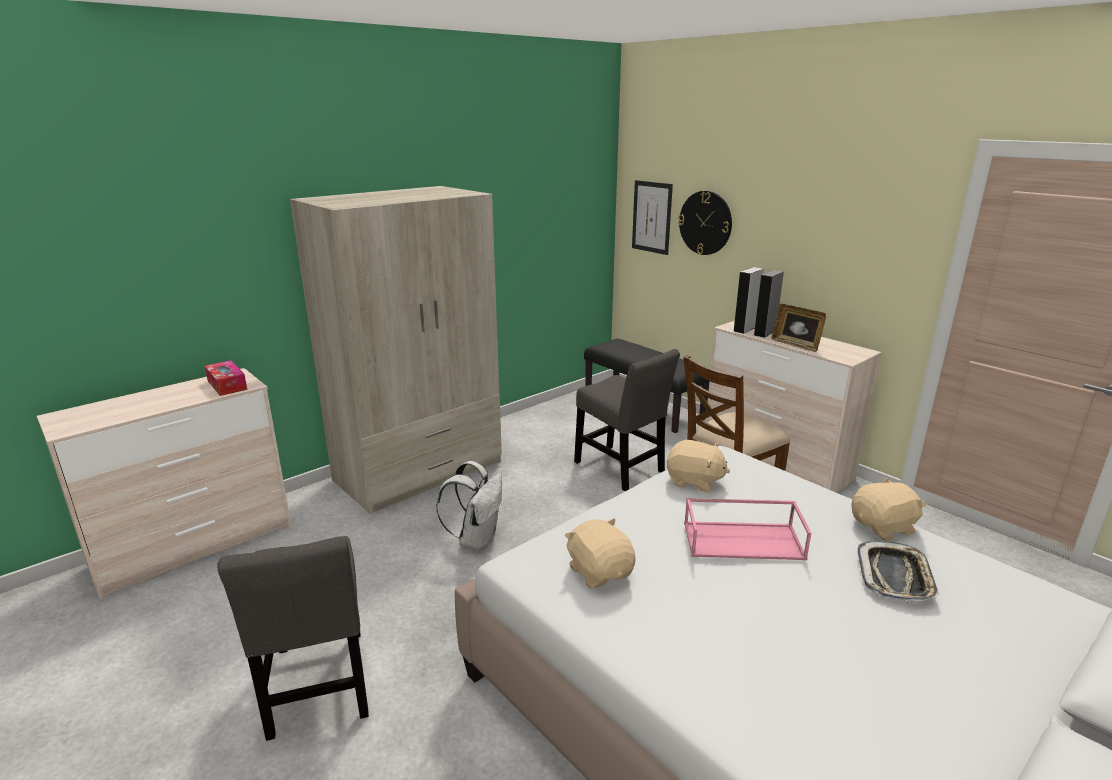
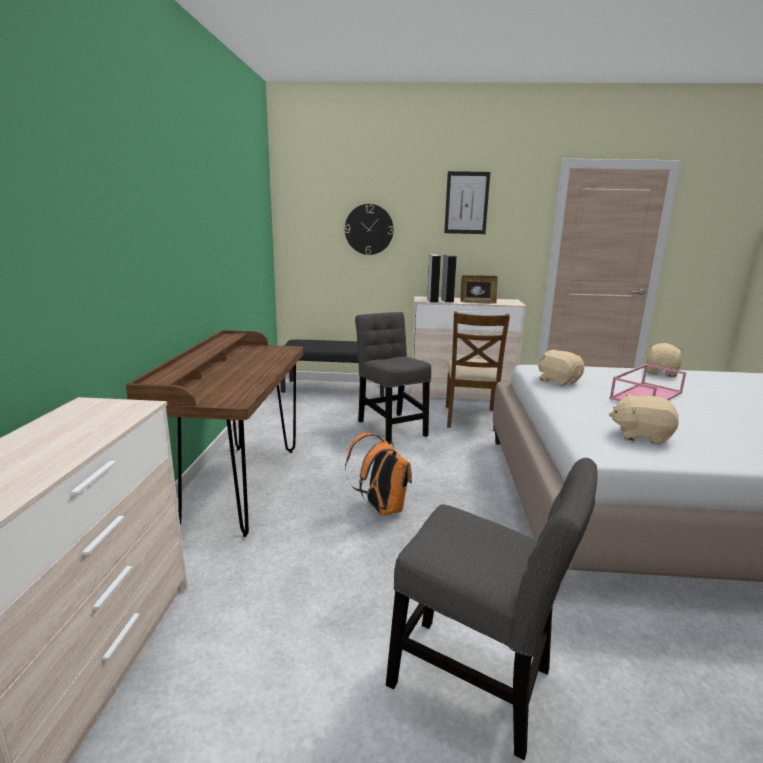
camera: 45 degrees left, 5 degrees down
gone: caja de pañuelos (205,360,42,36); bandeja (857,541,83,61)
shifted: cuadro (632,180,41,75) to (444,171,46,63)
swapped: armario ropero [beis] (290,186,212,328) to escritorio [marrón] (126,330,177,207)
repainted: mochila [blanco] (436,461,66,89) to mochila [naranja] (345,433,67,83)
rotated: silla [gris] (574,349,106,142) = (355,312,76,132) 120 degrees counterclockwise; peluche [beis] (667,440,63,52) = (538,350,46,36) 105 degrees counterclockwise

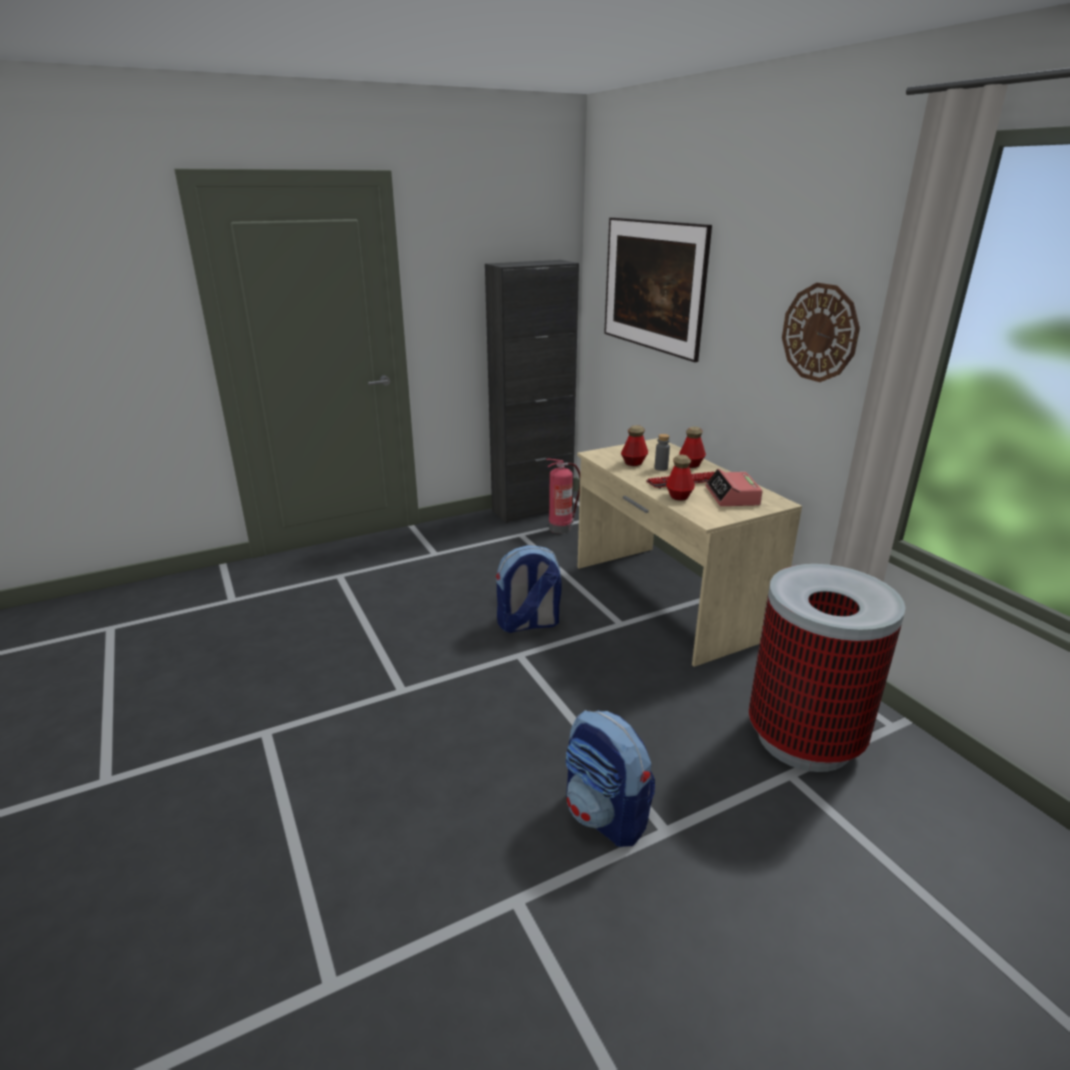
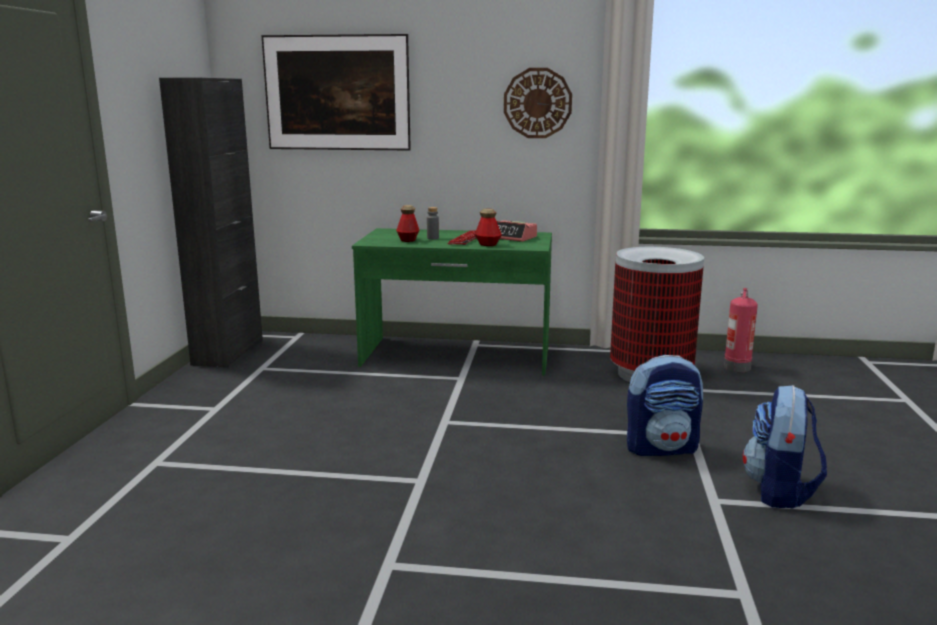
camera: 55 degrees left, 10 degrees down
gone: botella (679,427,27,41)
shifted: extintor (546,458,34,76) to (724,288,34,84); mochila (496,545,66,88) to (742,385,85,123)
repainted: escritorio [beis] (577,438,225,229) to escritorio [verde] (352,228,200,148)

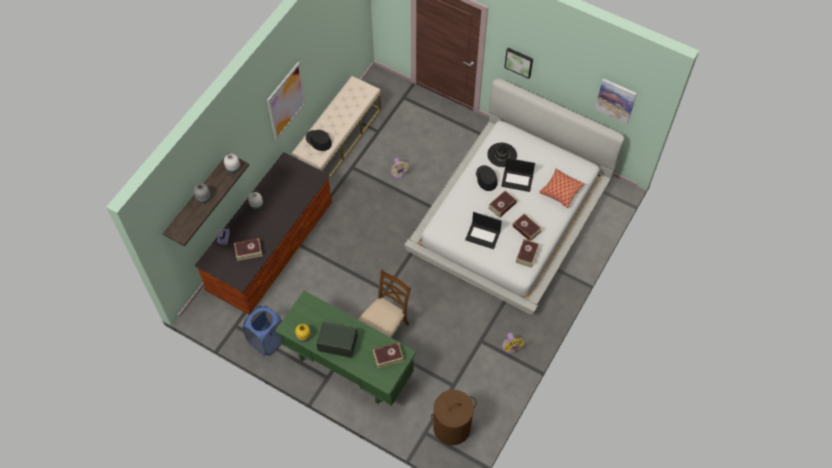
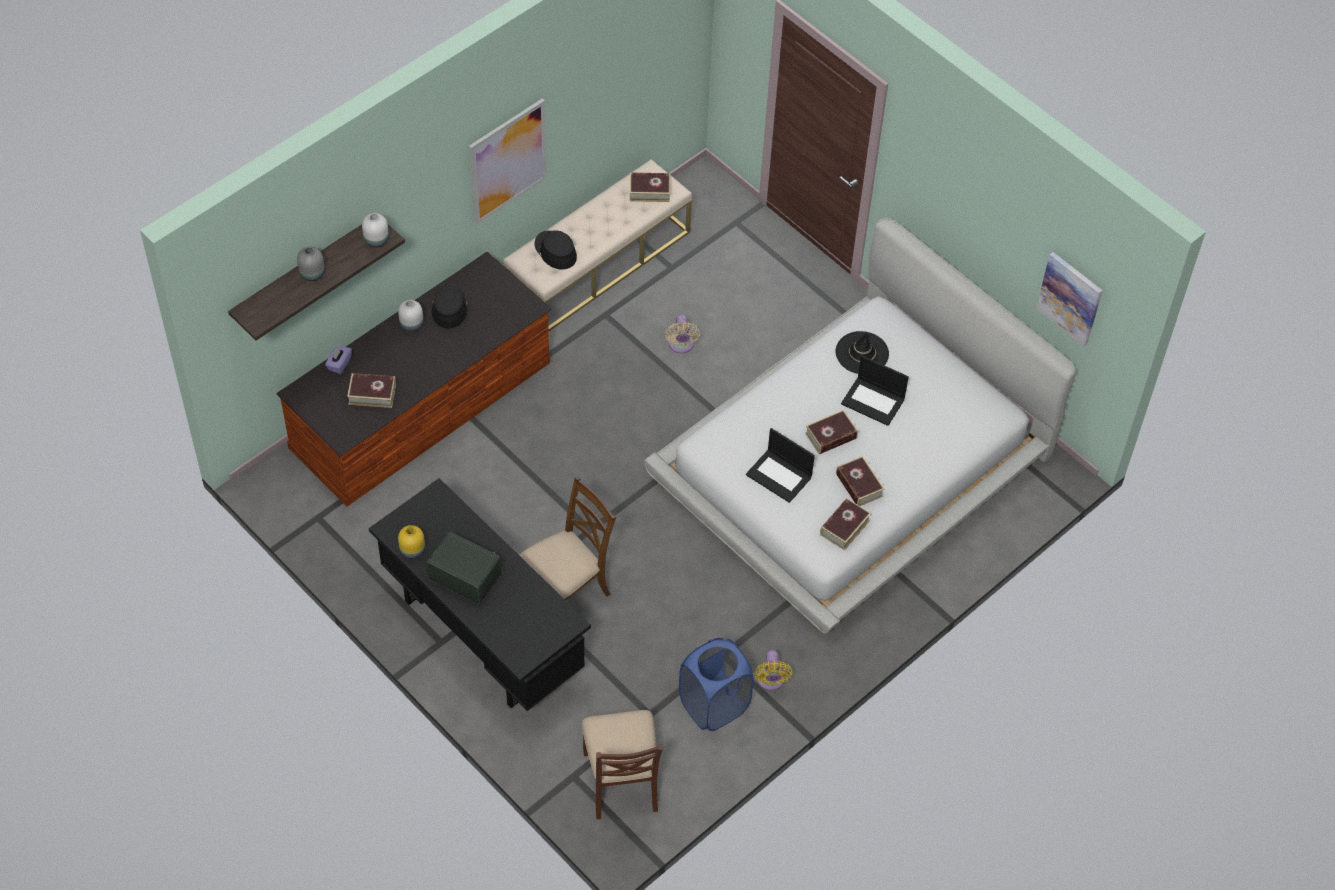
camera: 15 degrees right, 5 degrees down
gone: cuadro (504,48,29,31); cojín (539,168,46,40)
shifted: sombrero [negro] (476,165,22,26) to (431,284,36,44); cesto de la ropa [azul] (243,306,39,50) to (679,638,75,93); libro (373,342,31,26) to (629,172,41,30)
swapped: cesto de la ropa [marrón] (431,390,46,55) to silla [marrón] (582,710,81,109)
repainted: escritorio [verde] (275,291,141,115) to escritorio [negro] (369,478,222,233)

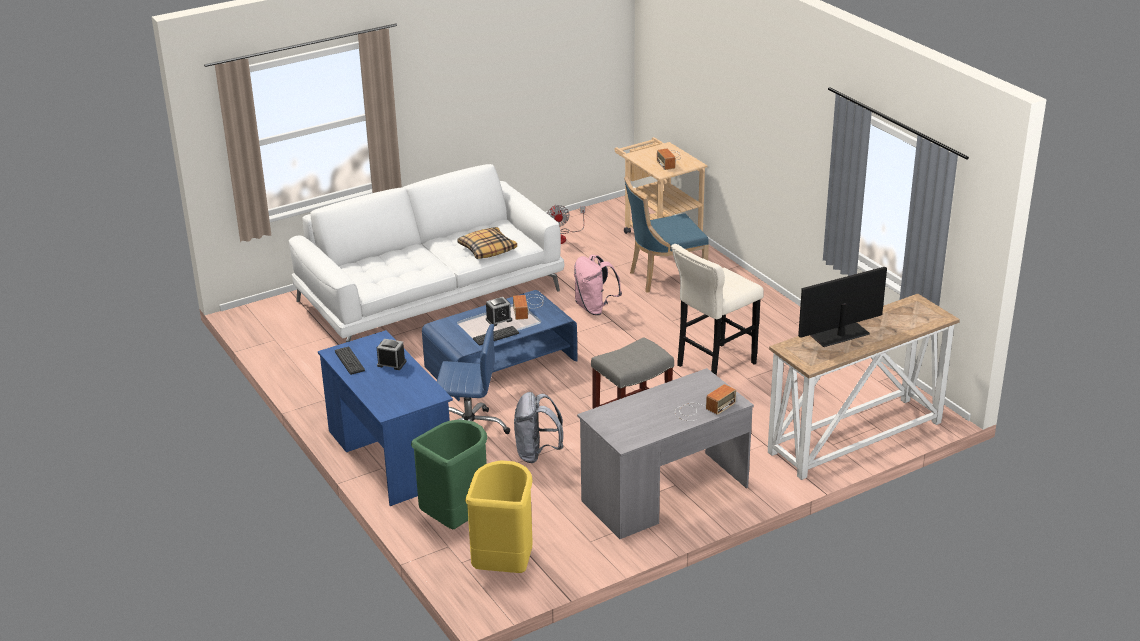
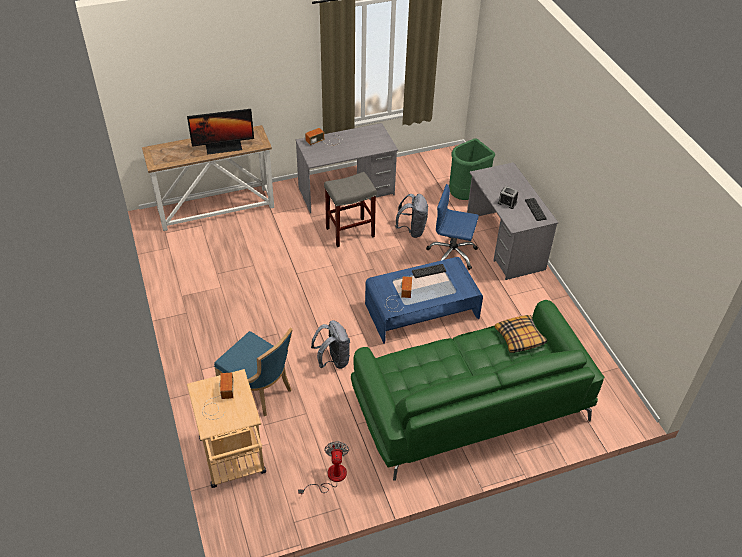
camera: 170 degrees left, 15 degrees up
gone: taburete [beis] (671,244,93,132); despertador (486,297,26,29); papelera [amarillo] (465,460,68,113)
shifted: cojín (457,227,60,32) to (494,315,53,38)
repainted: sofá [blanco] (289,164,275,178) to sofá [verde] (351,300,253,181); mochila [rosa] (574,255,48,60) to mochila [gris] (311,320,39,49); escritorio [azul] (318,330,135,176) to escritorio [gris] (467,162,92,118)
rotated: silla [azul] (624,177,85,116) = (214,327,79,89) 45 degrees clockwise

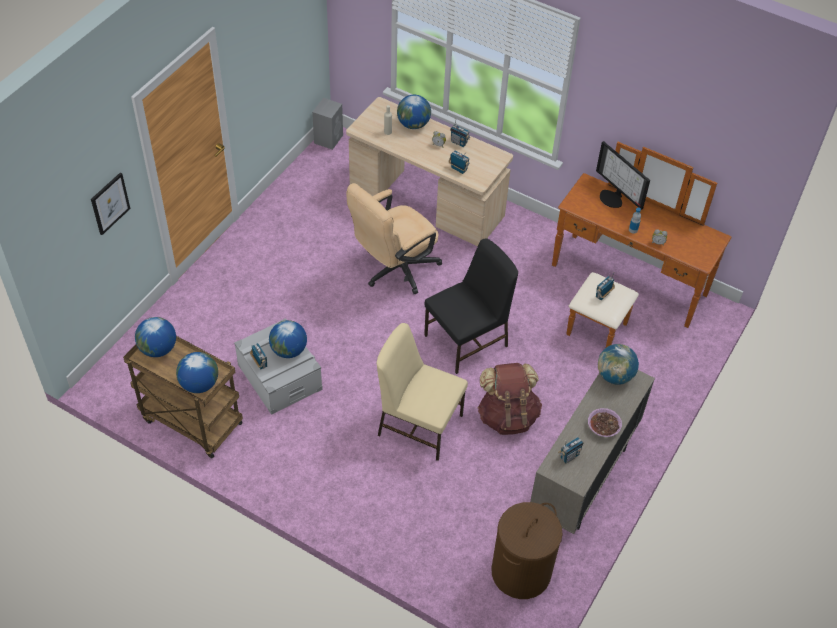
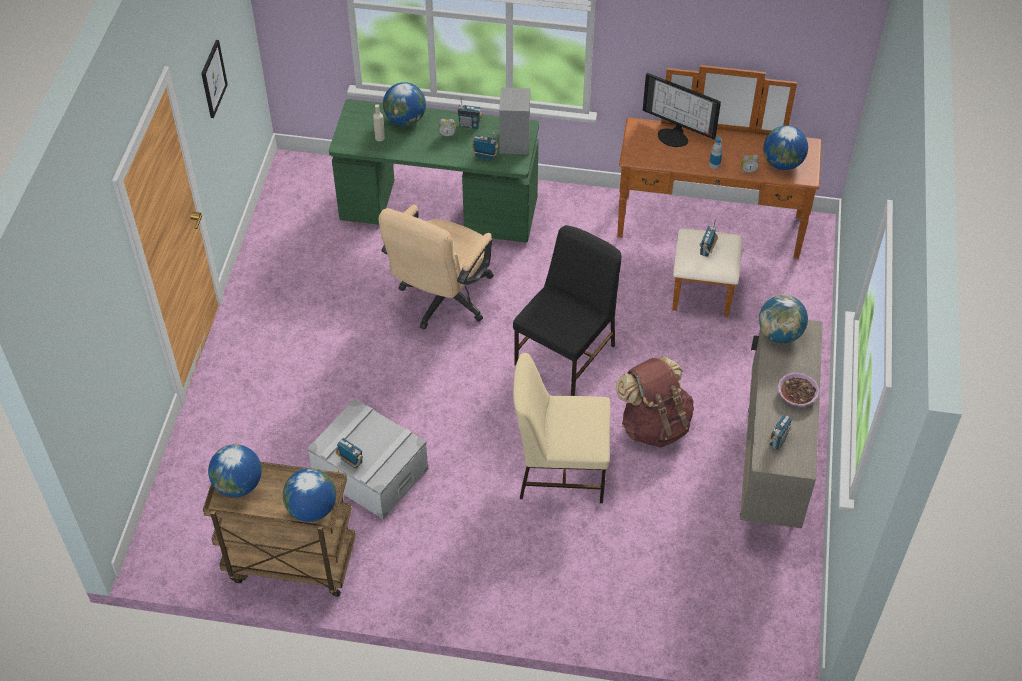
camera: 20 degrees left, 0 degrees up
gone: cesto de la ropa [marrón] (491,502,72,97)
shifted: altavoz [gris] (312,98,31,52) to (499,88,31,66); cuadro (91,173,39,62) to (201,40,27,78); globo terráqueo (269,320,38,38) to (763,126,45,44)
repainted: escritorio [beis] (346,97,167,149) to escritorio [verde] (329,99,210,143)

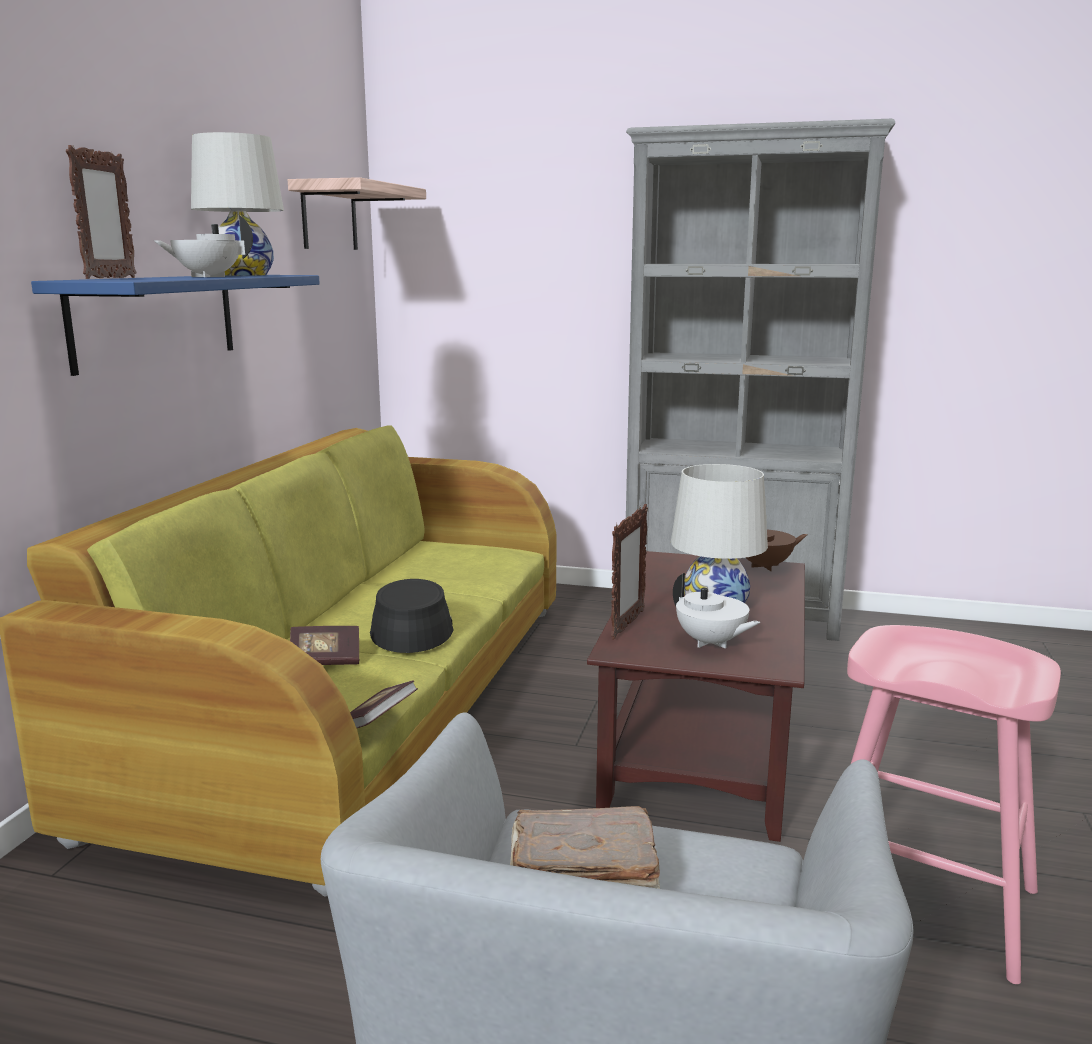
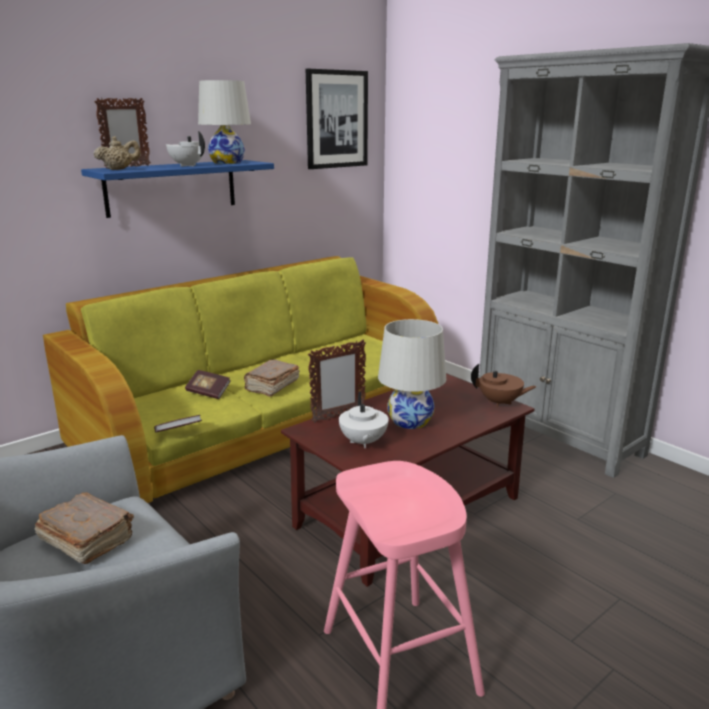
camera: 35 degrees right, 5 degrees up
new: tetera [beis] (93,136,48,34)
swapped: estante (288,177,138,73) to cuadro (306,69,62,100); sombrero [negro] (370,579,84,74) to libro [marrón] (244,360,56,37)

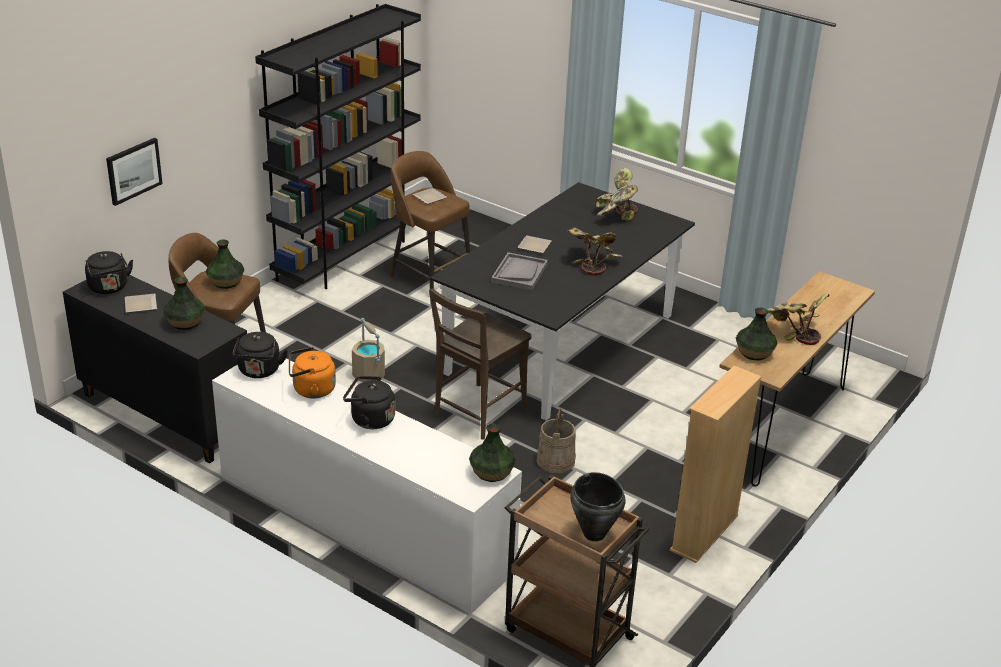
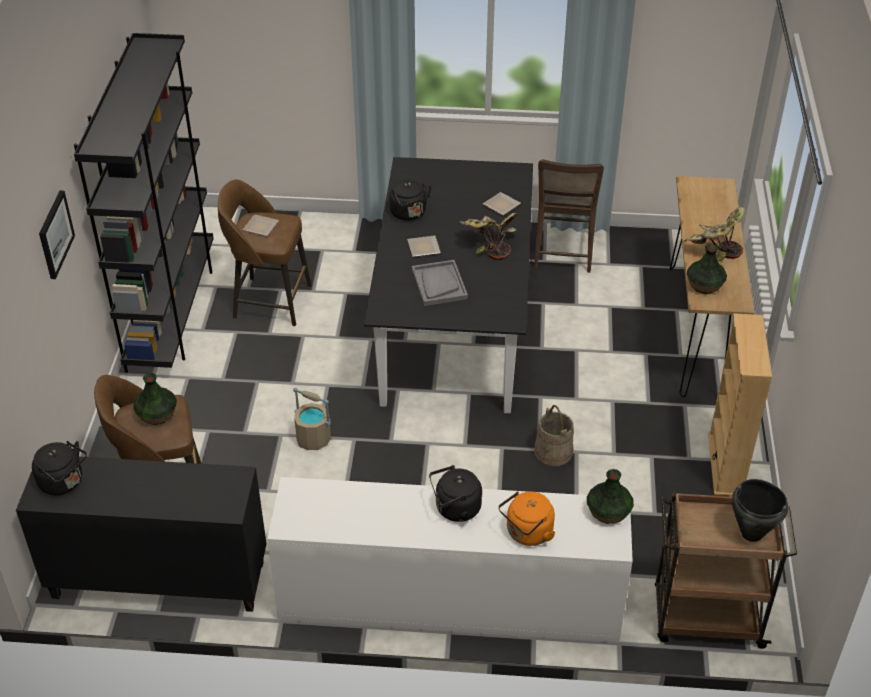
camera: 30 degrees left, 10 degrees up
gone: planta en maceta (595,168,43,53); florero (163,277,42,53)
shifted: cuadro (106,138,57,68) to (39,191,36,88); silla [marrón] (429,289,102,151) to (534,160,70,113); plato (125,294,32,19) to (483,192,38,23); hervidor [negro] (233,332,55,46) to (389,179,43,42); hervidor [naranja] (289,347,47,52) to (498,491,57,55)

